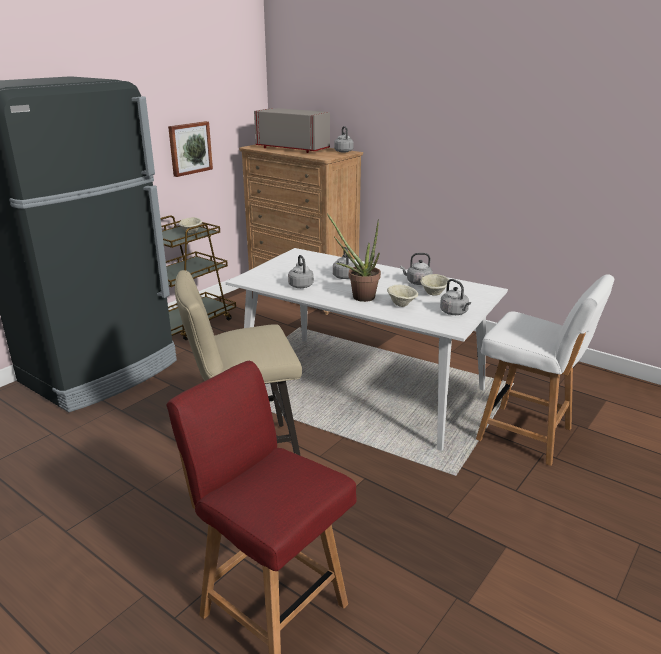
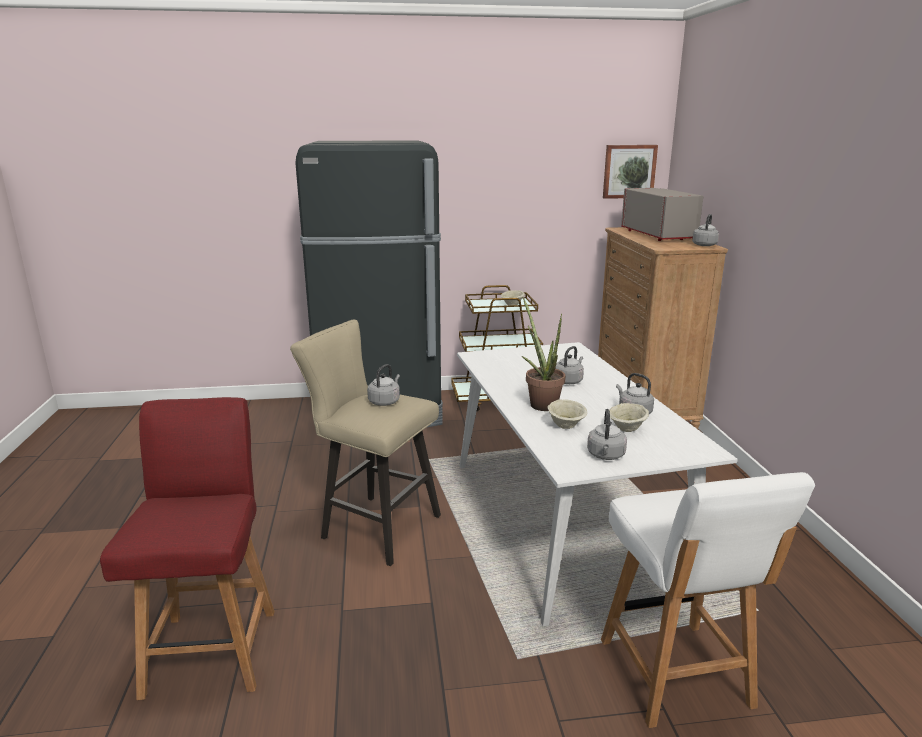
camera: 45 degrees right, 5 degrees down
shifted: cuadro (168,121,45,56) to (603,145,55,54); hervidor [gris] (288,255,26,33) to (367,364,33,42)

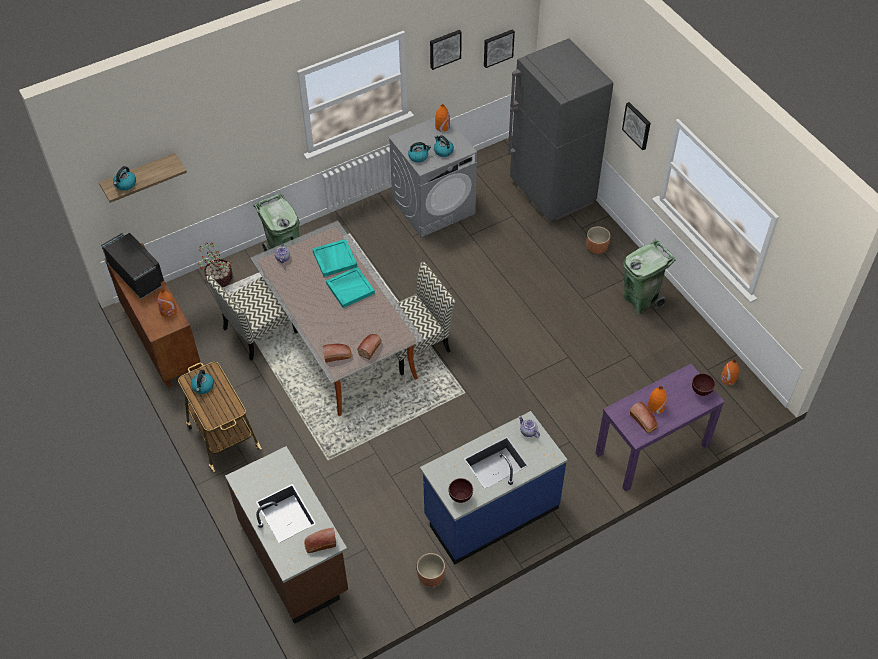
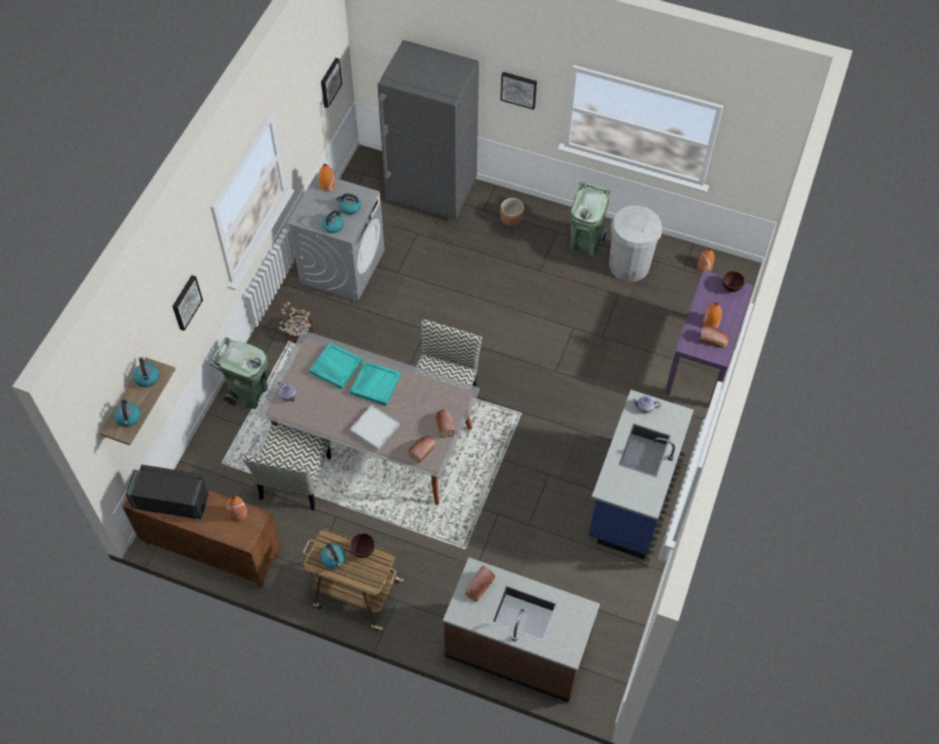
camera: 40 degrees left, 5 degrees up
gone: maceta [marrón] (417,553,28,34)
new: papelera [blanco] (609,205,53,77); hervidor (133,357,26,30); bandeja [blanco] (350,405,50,45)
shifted: cuadro (430,30,32,40) to (172,275,31,56); planta en maceta (198,242,35,45) to (278,301,35,42); cuenco [marrón] (449,478,24,25) to (350,533,25,25); pan (304,528,32,25) to (465,566,30,36)

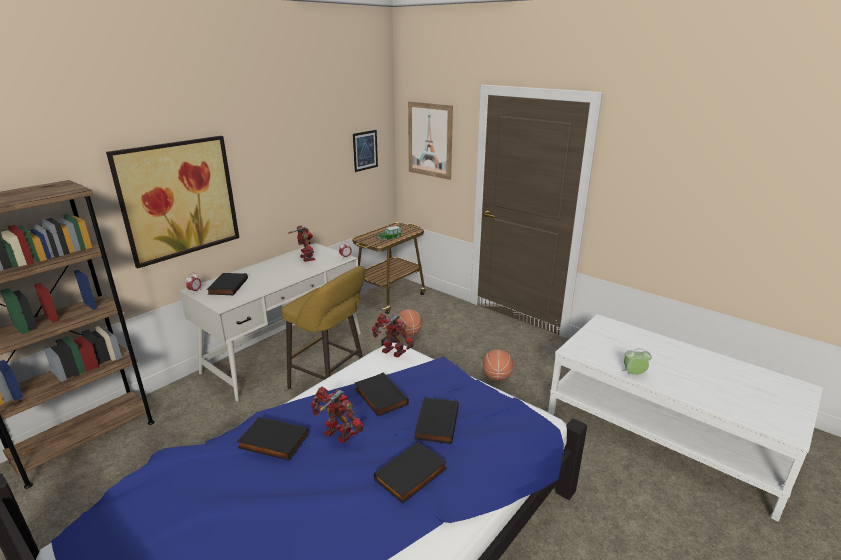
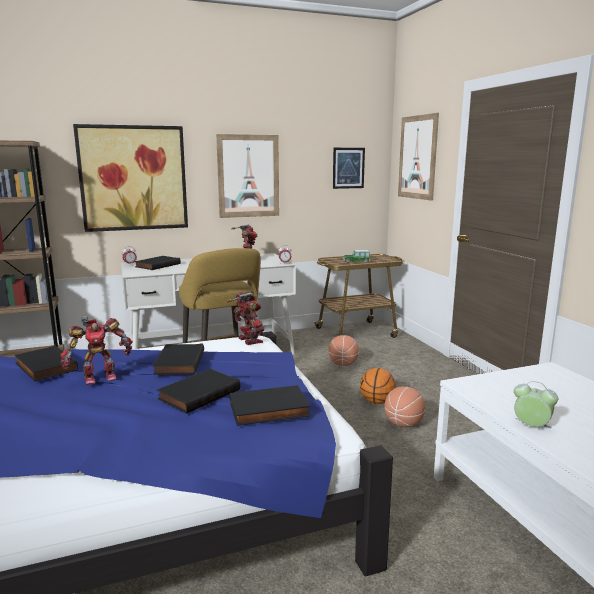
camera: 30 degrees right, 10 degrees down
new: cuadro (216,134,63,84); balón de baloncesto (360,368,36,36)
shifted: libro [negro] (374,442,73,62) to (230,385,81,41)
rotated: robot de juguete (311,387,52,56) = (60,316,73,69) 90 degrees clockwise

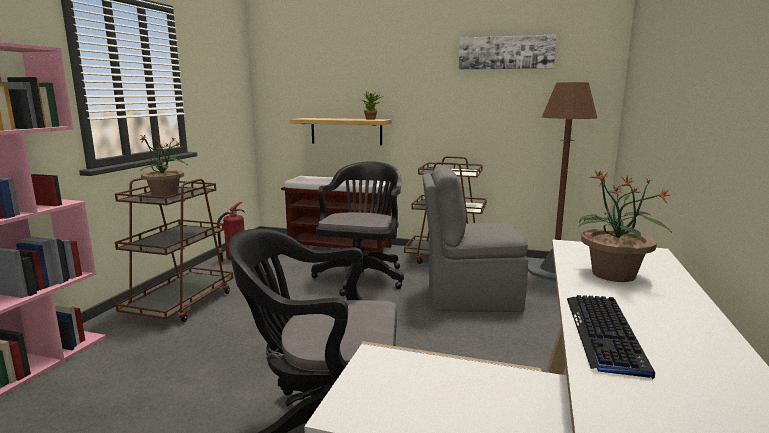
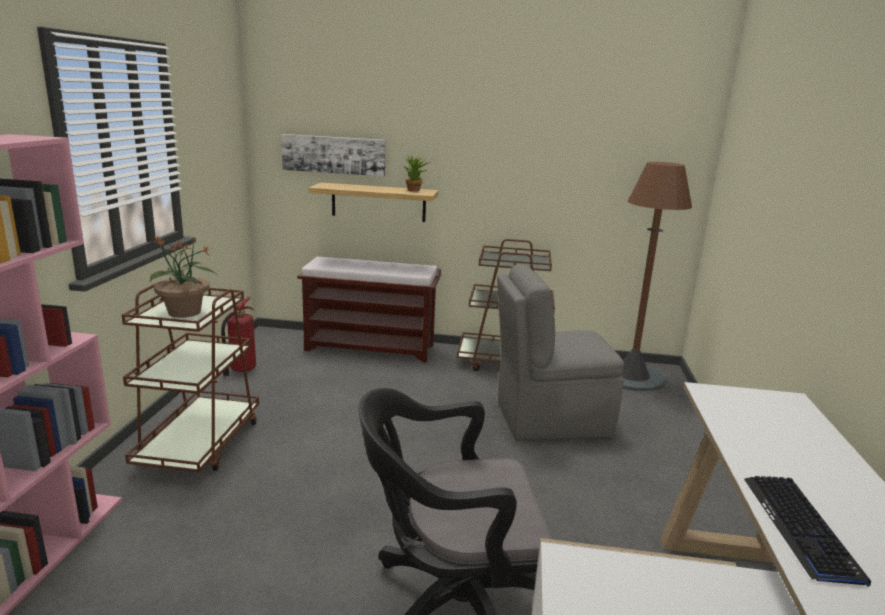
camera: 10 degrees left, 5 degrees up
gone: silla de oficina [negro] (311,161,93,135); planta en maceta (578,170,96,112)
shifted: cuadro (459,34,98,36) to (281,134,105,42)

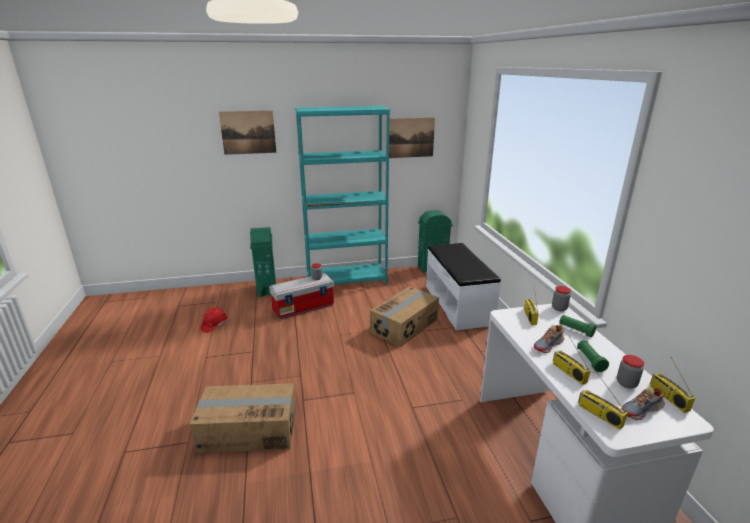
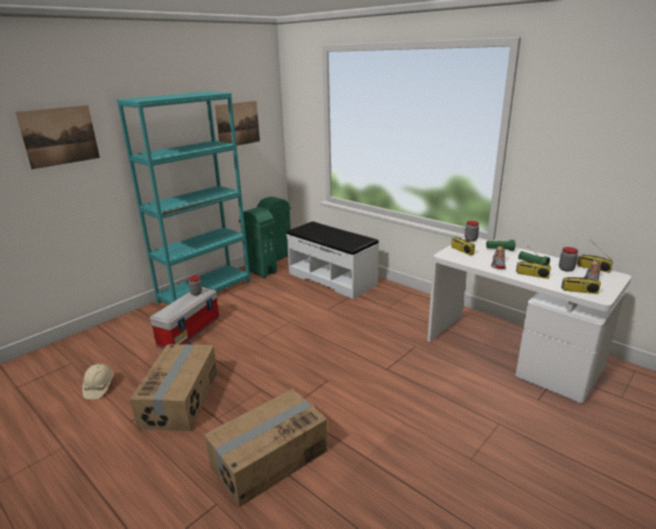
camera: 35 degrees left, 0 degrees up
shifted: papelera [verde] (250,227,26,70) to (239,207,38,71); caja de cartón (370,287,69,60) to (130,344,87,87)
repainted: casco [rojo] (200,307,27,26) to casco [beis] (82,364,32,35)

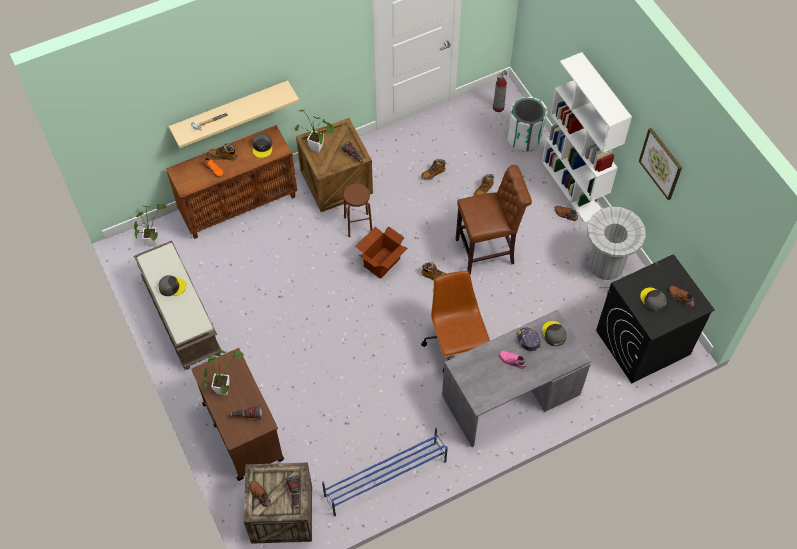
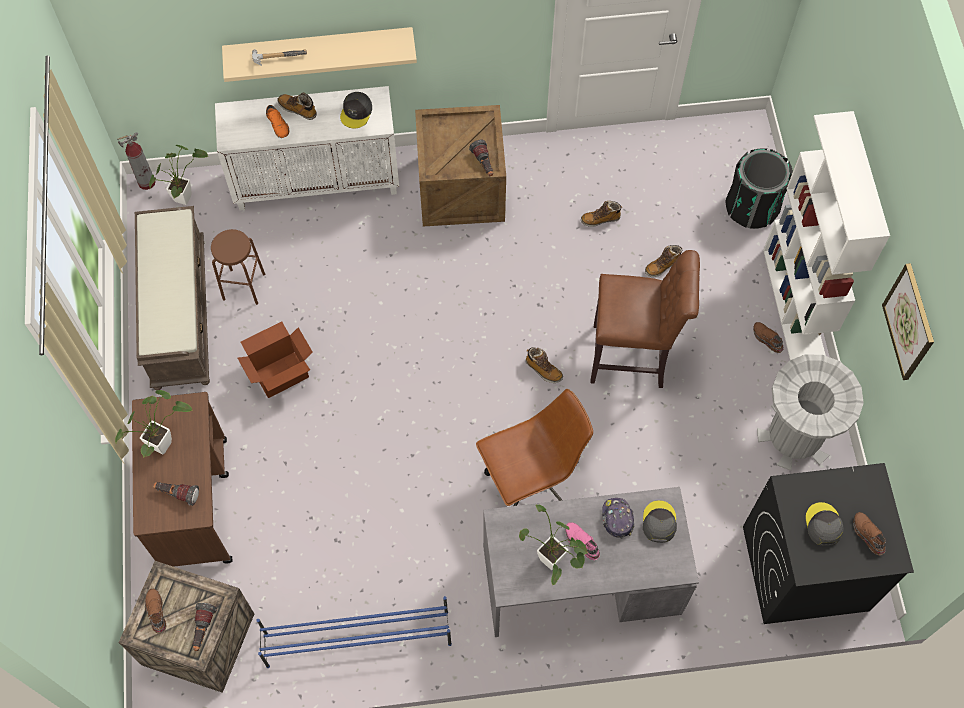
camera: 20 degrees right, 5 degrees up
gone: gorra [gris] (158,275,29,21)
shifted: extintor (493,70,14,42) to (117,133,39,57); planta en maceta (294,109,41,44) to (519,505,69,81); taburete [marrón] (343,184,29,54) to (211,229,55,76); caja de cartón (355,226,53,53) to (238,321,75,77)
repainted: papelera [blanco] (507,97,41,55) to papelera [negro] (725,148,68,81); armario [marrón] (166,125,131,114) to armario [blanco] (215,86,184,124)
rotated: silla de oficina [marrón] (421,271,69,102) = (476,389,117,117) 60 degrees clockwise

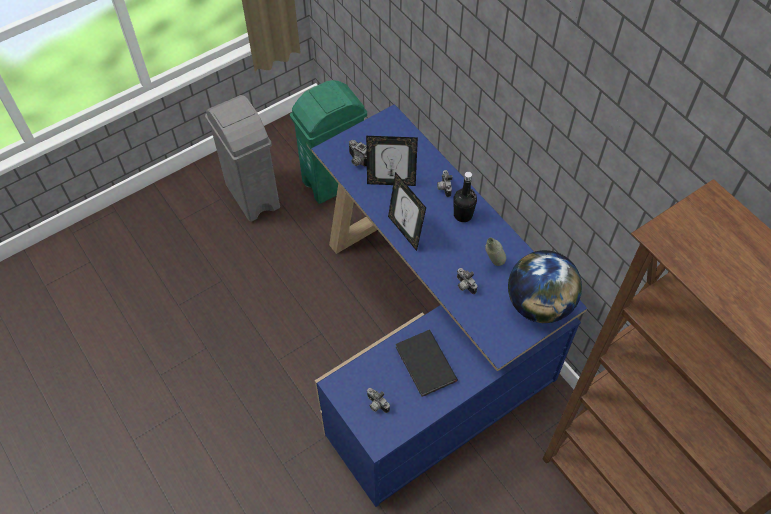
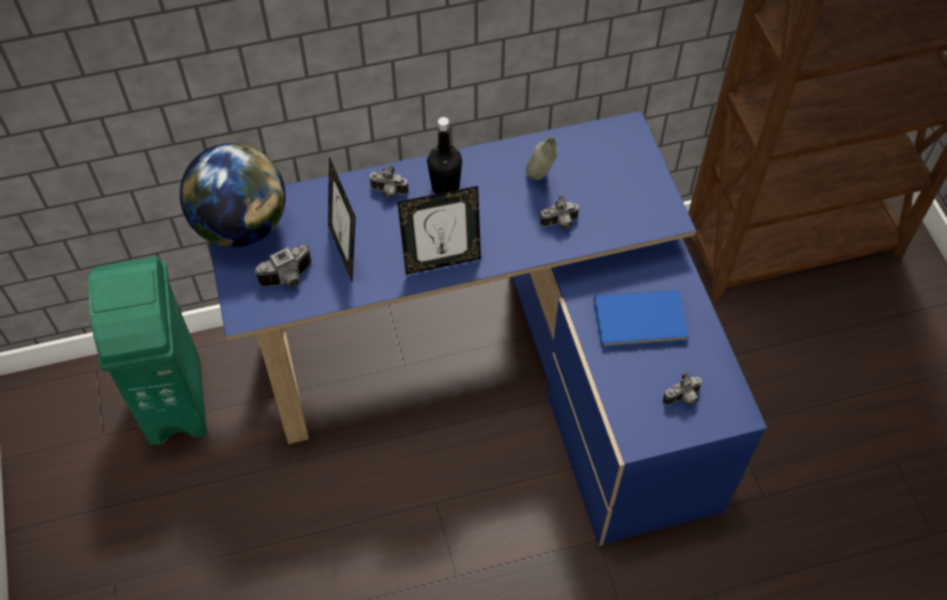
camera: 70 degrees left, 0 degrees up
gone: papelera [gris] (205,95,75,127)
shifted: globo terráqueo (508,250,74,73) to (180,143,106,105)
repainted: libro [negro] (396,330,62,67) to libro [azul] (594,290,95,58)
rotated: portarretratos (366,136,52,50) = (328,157,28,124) 135 degrees clockwise

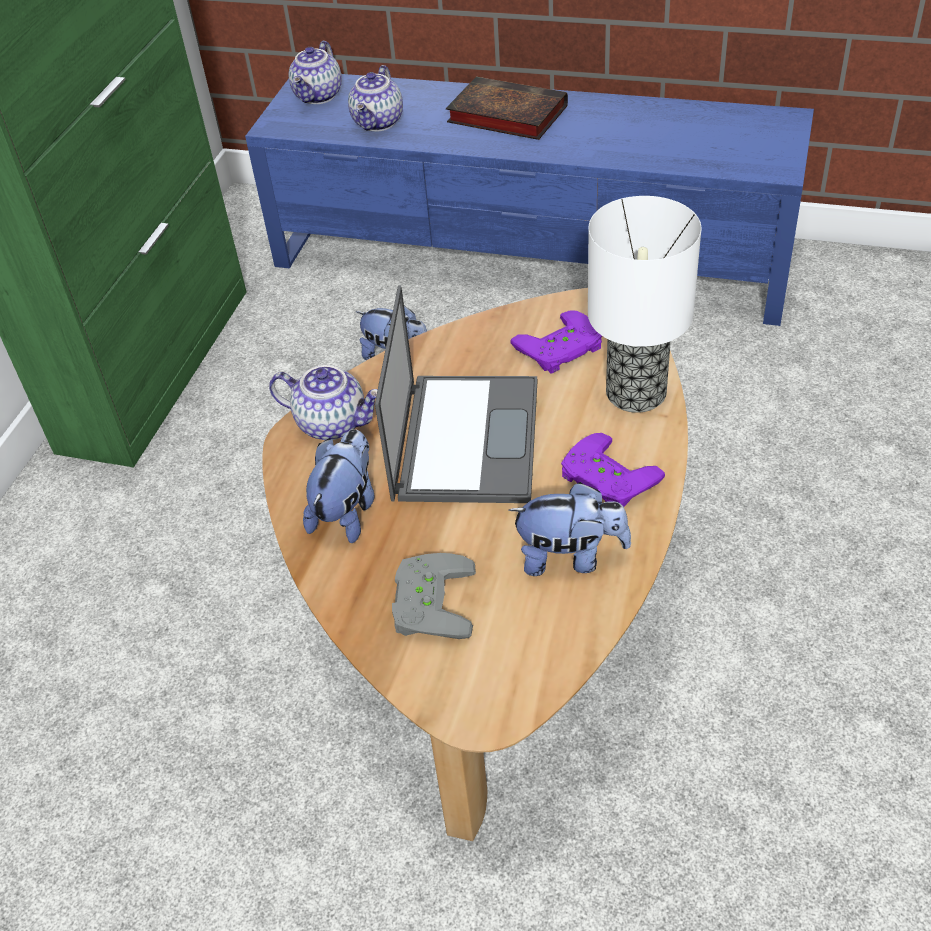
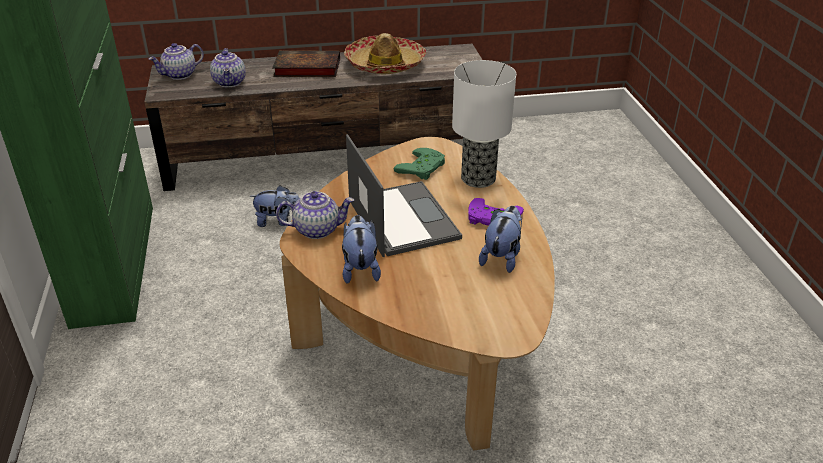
camera: 30 degrees left, 10 degrees down
gone: mando de consola [gris] (392,553,84,86)
new: sombrero (344,33,82,42)
repainted: mueble de televisión [azul] (245,74,569,252) to mueble de televisión [marrón] (144,44,338,147); mando de consola [morado] (511,310,91,64) to mando de consola [verde] (394,148,51,32)
rotated: tetera (289,41,53,63) = (149,43,55,37) 60 degrees clockwise; peluche (508,482,123,94) = (479,206,43,67) 45 degrees counterclockwise

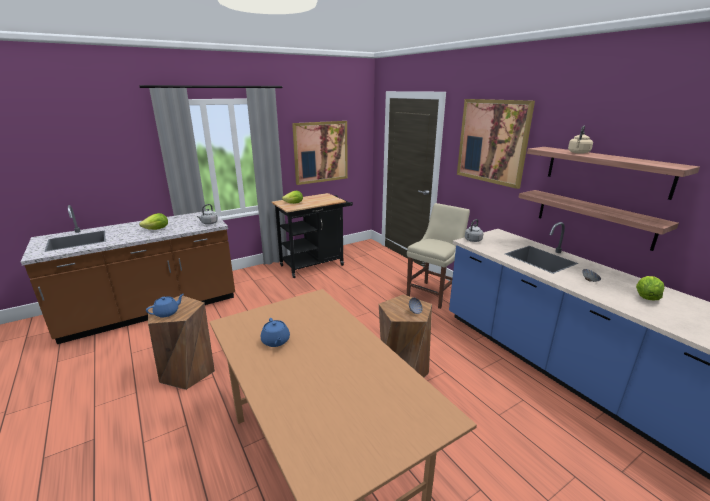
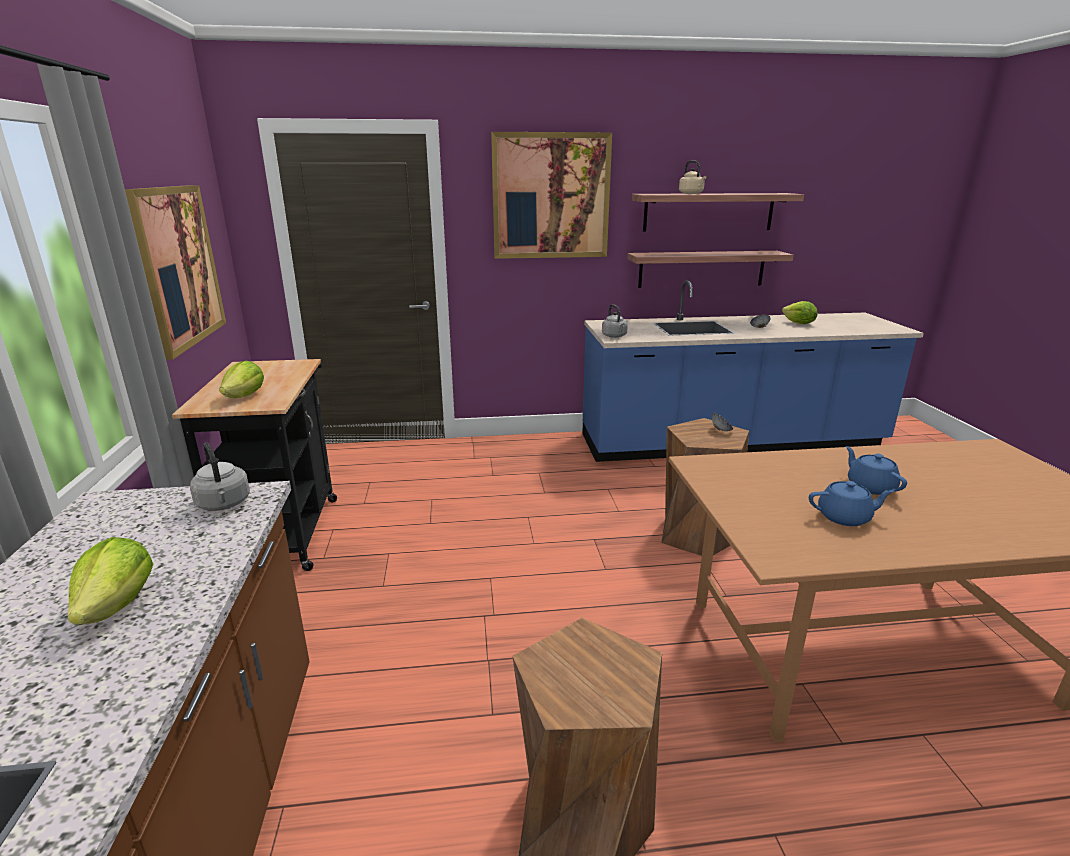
camera: 65 degrees left, 0 degrees up
gone: silla [beis] (407,203,63,106)
shifted: tetera [azul] (146,294,38,24) to (846,446,61,49)

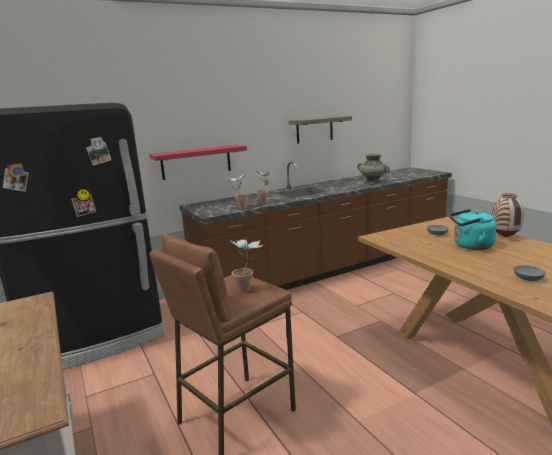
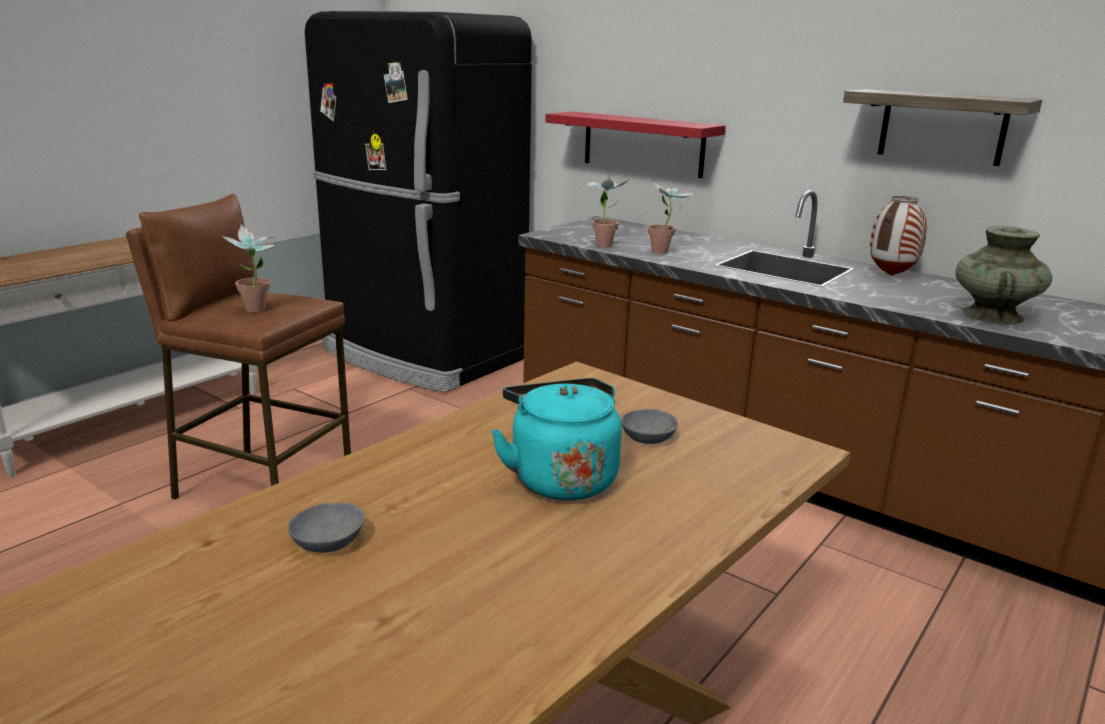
camera: 65 degrees right, 5 degrees up
shifted: florero (492,193,32,45) to (870,196,57,80)

